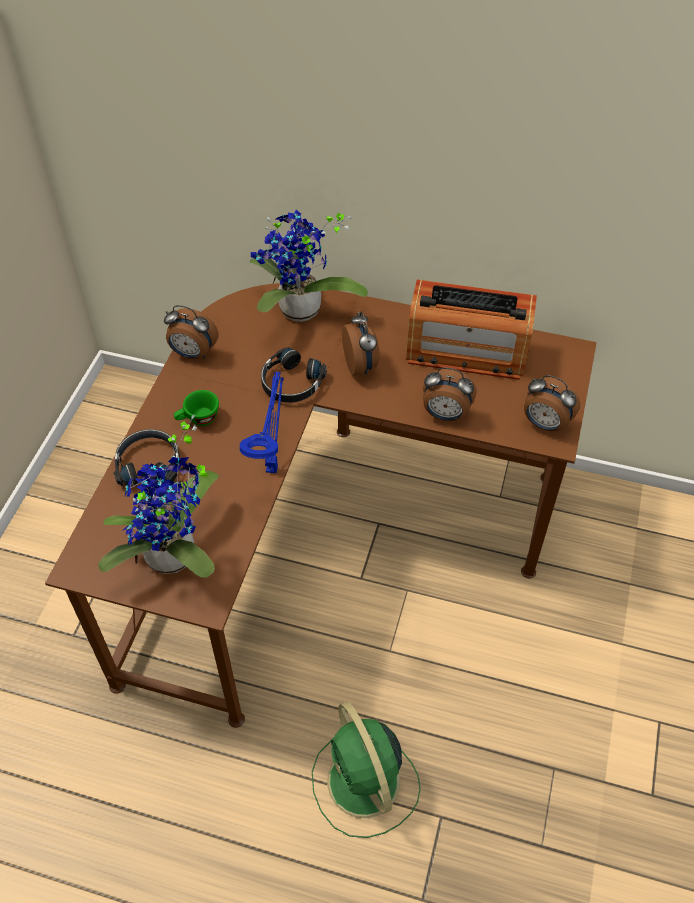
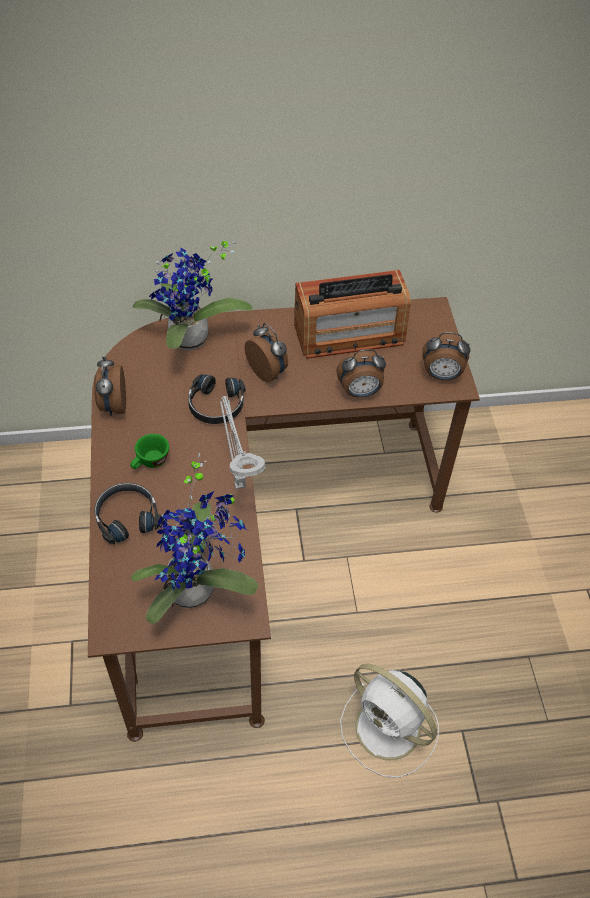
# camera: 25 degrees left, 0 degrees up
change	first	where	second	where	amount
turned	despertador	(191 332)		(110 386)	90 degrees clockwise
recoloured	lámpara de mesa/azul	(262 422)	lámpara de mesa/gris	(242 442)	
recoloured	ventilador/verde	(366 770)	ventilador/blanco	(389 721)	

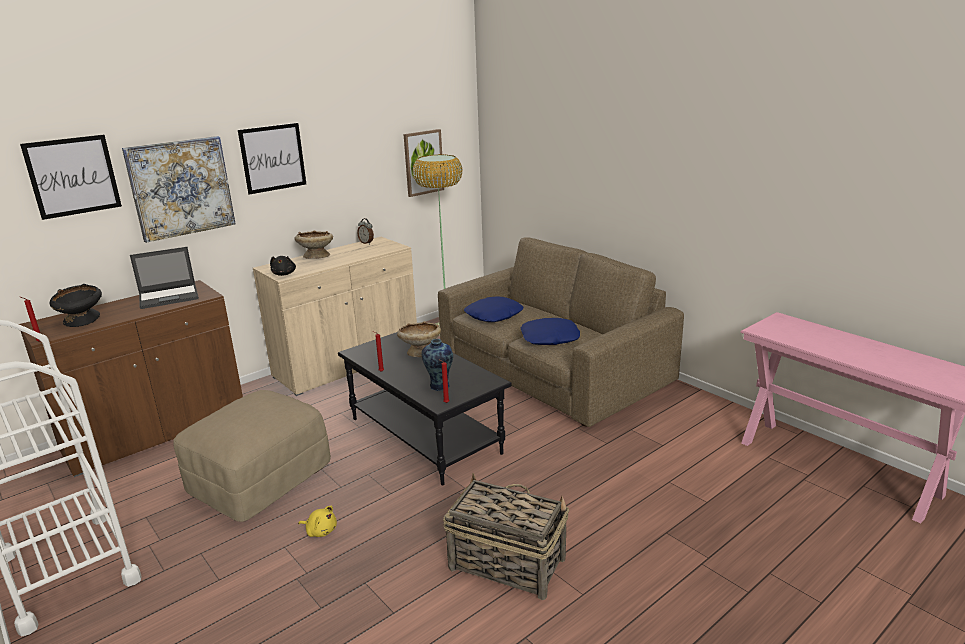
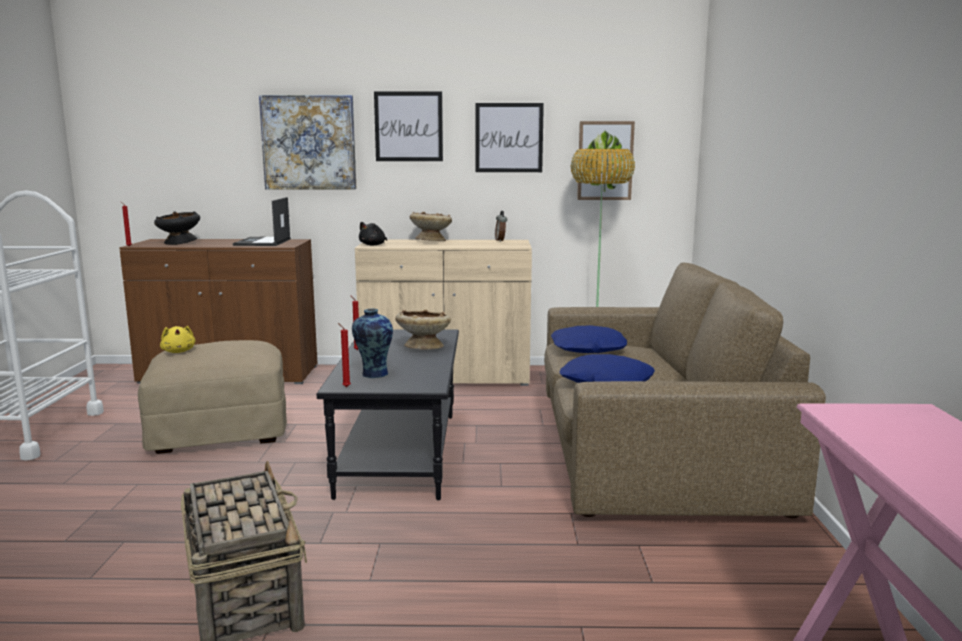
# camera: 40 degrees right, 10 degrees down
change	first	where	second	where	amount
moved	cuadro	(71 177)		(509 137)	
turned	portátil	(164 278)		(262 221)	75 degrees clockwise
moved	peluche/amarillo	(317 521)		(177 339)	

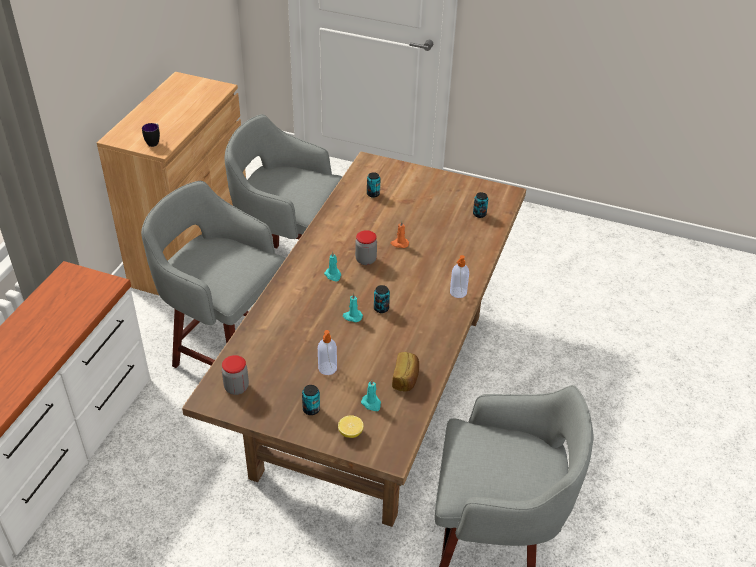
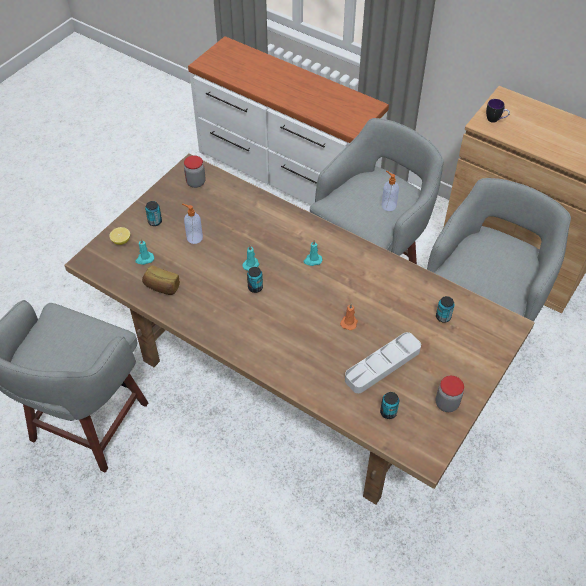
# camera: 105 degrees right, 10 degrees up
change	first	where	second	where	amount
moved	tarro	(366 247)		(450 394)	
moved	dispensador de jabón	(459 276)		(390 191)	
added			bandeja/gris	(383 362)	

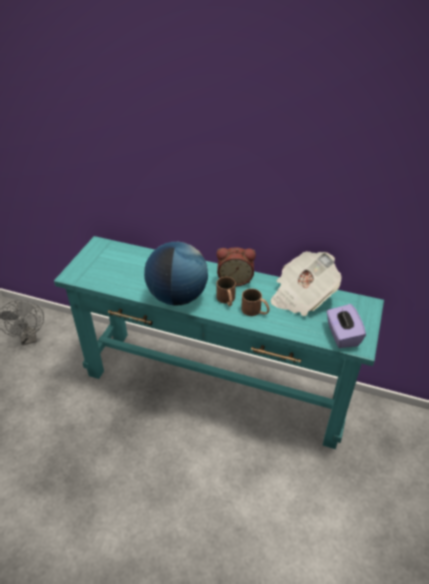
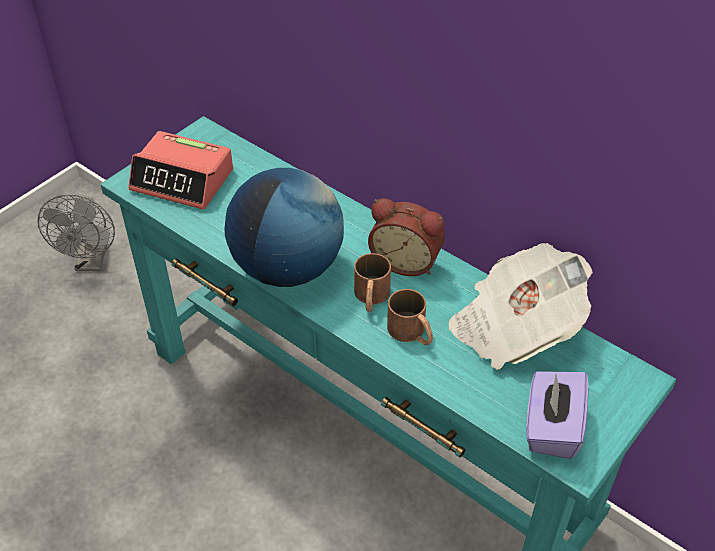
# camera: 20 degrees right, 5 degrees up
change	first	where	second	where	amount
added			despertador	(180 170)	

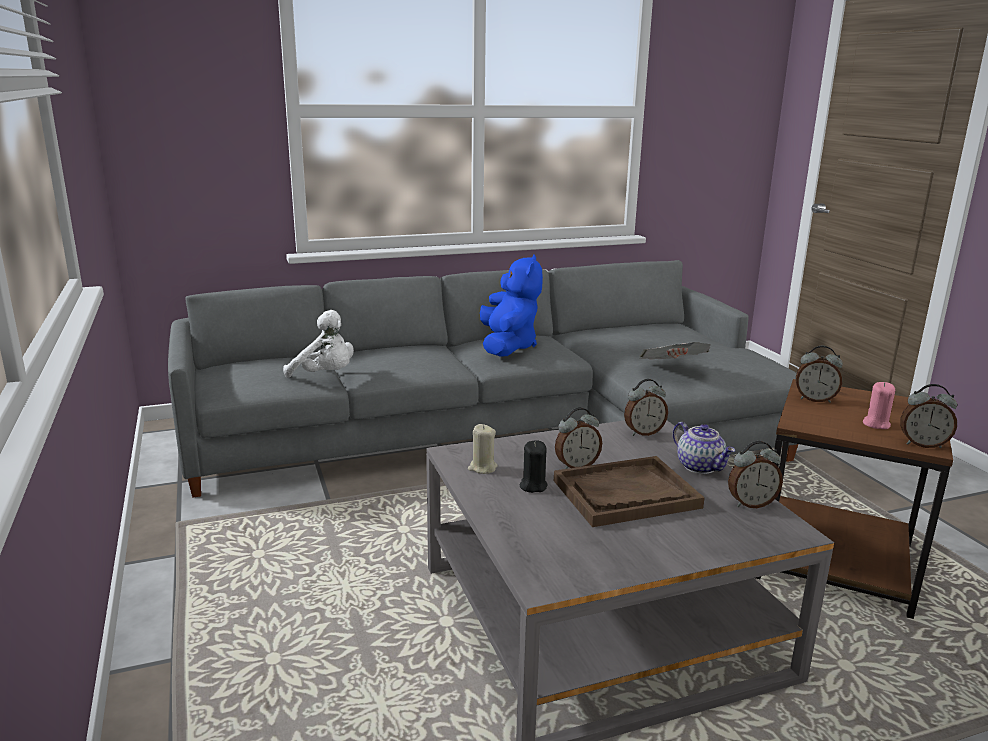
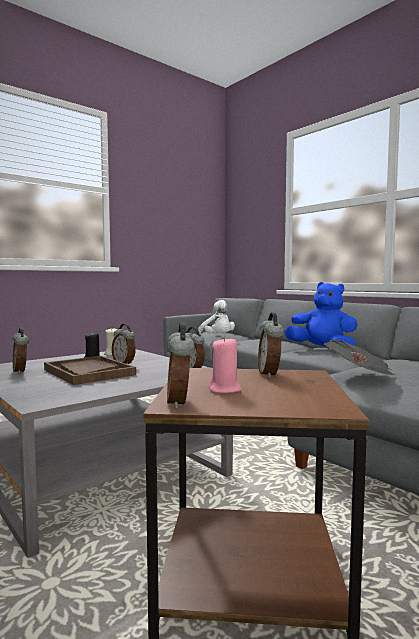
# camera: 70 degrees right, 15 degrees down
change	first	where	second	where	amount
turned	peluche/azul	(511 305)		(321 314)	120 degrees counterclockwise
turned	peluche/blanco	(318 344)		(216 317)	45 degrees counterclockwise
removed	tetera	(704 448)			
moved	despertador	(755 474)		(20 351)	

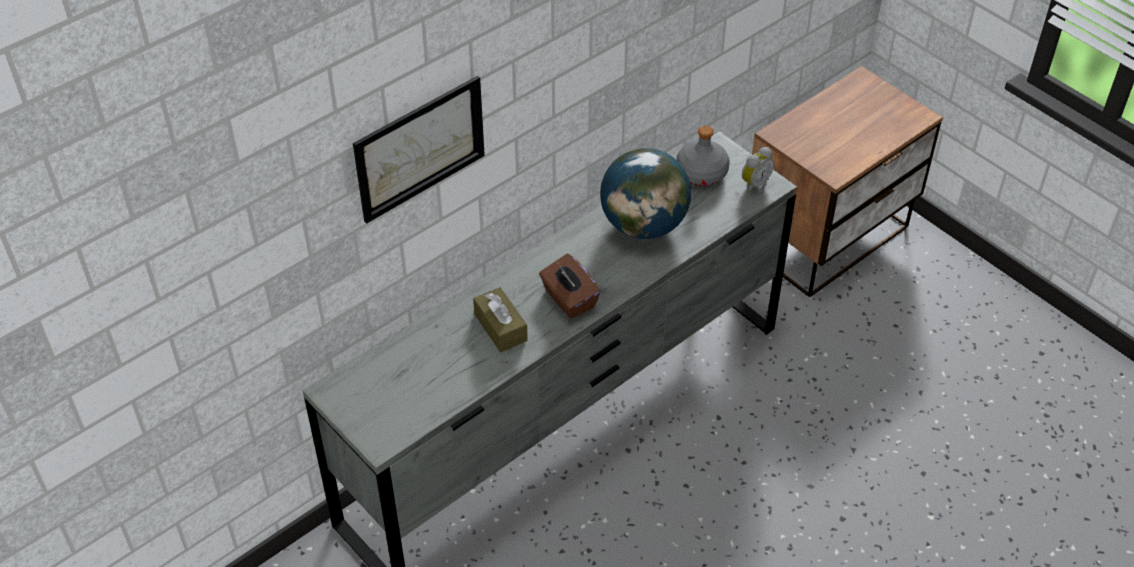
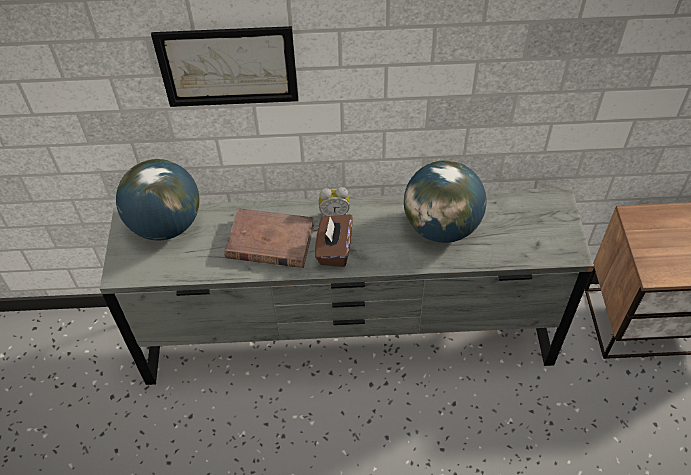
# camera: 40 degrees right, 5 degrees up
change	first	where	second	where	amount
removed	botella/gris	(703 156)			
moved	despertador	(758 170)		(334 202)	
replaced	caja de pañuelos/marrón	(500 319)	libro/marrón	(269 238)	
added			globo terráqueo	(158 200)	

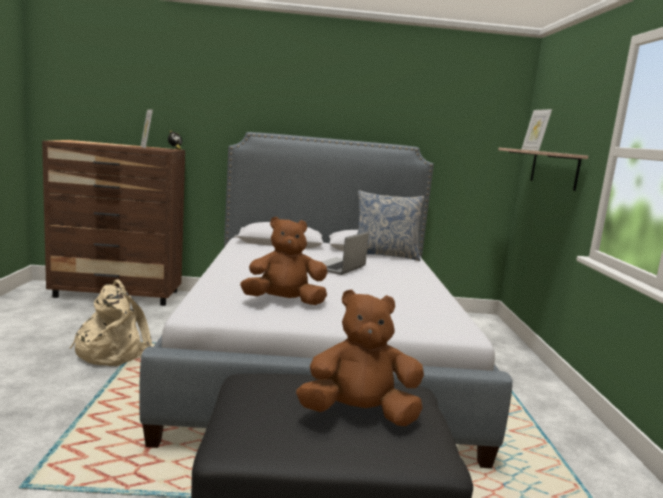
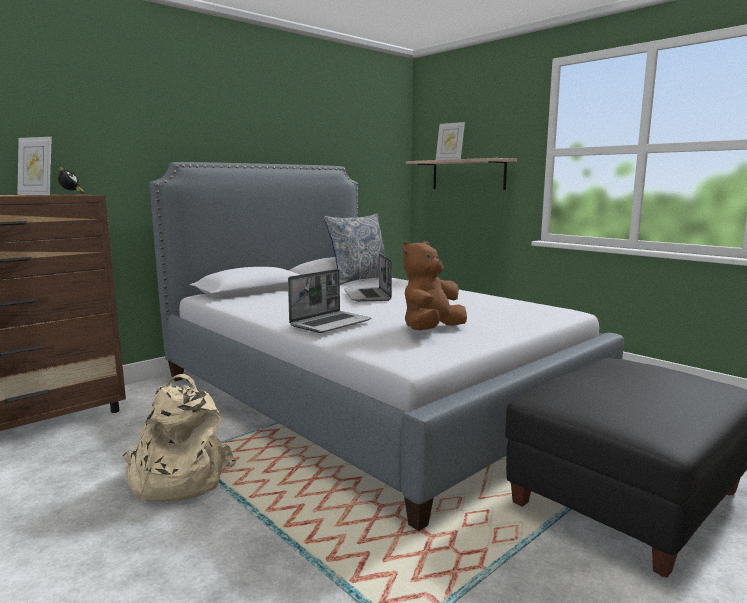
# camera: 40 degrees left, 0 degrees up
change	first	where	second	where	amount
removed	peluche/marrón	(360 358)			
added			portátil	(330 301)	

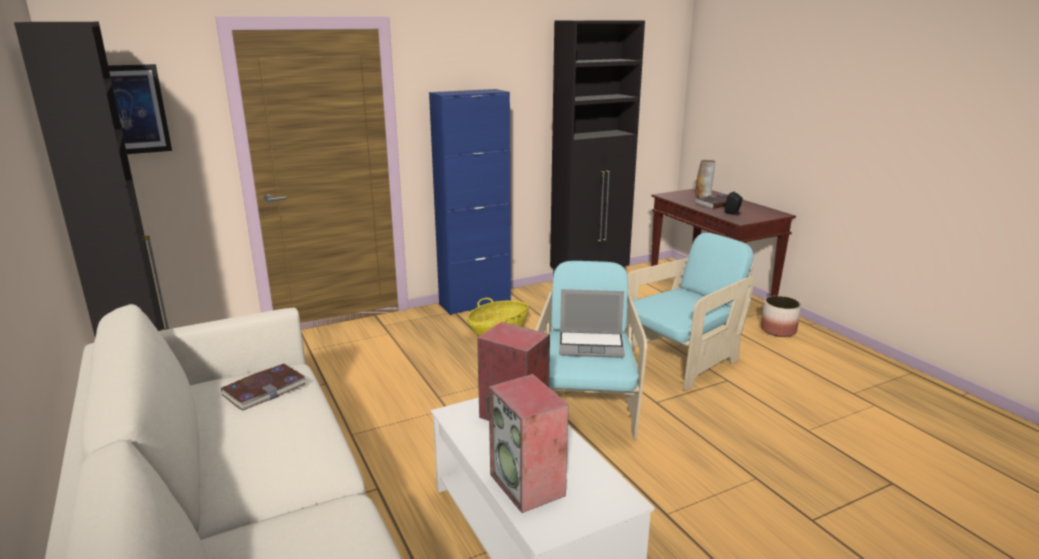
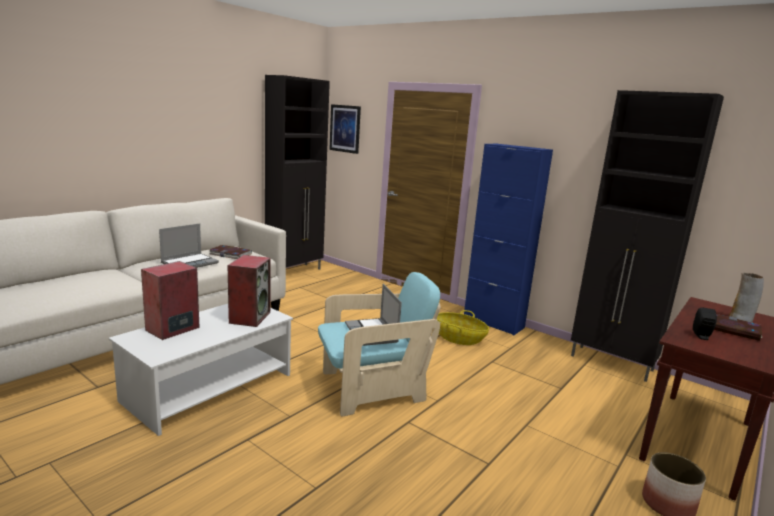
# camera: 65 degrees right, 5 degrees down
change	first	where	second	where	amount
removed	sillón/turquesa	(691 311)			
added			portátil	(189 245)	

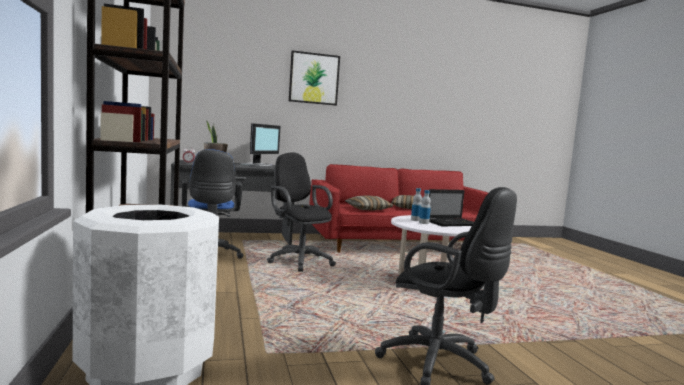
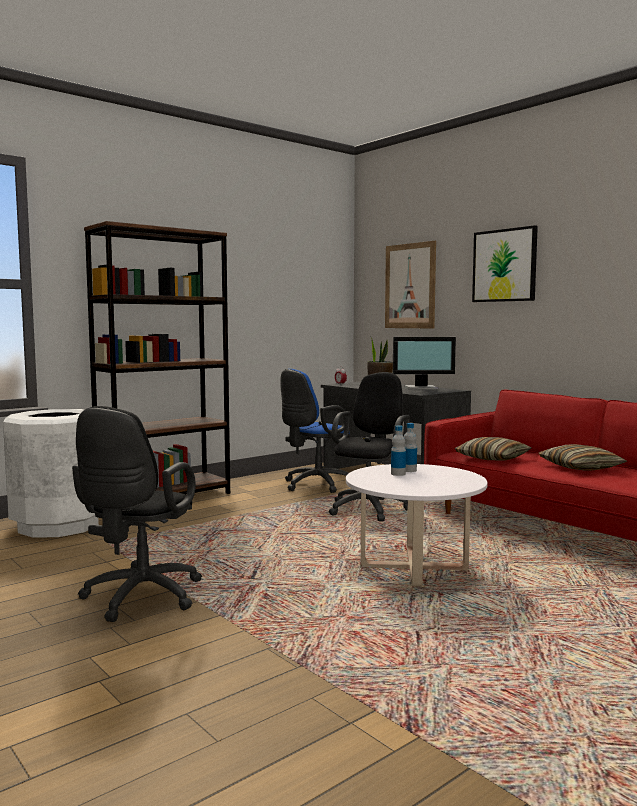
# camera: 65 degrees right, 0 degrees up
change	first	where	second	where	amount
removed	portátil	(451 207)			
added			cuadro	(410 285)	

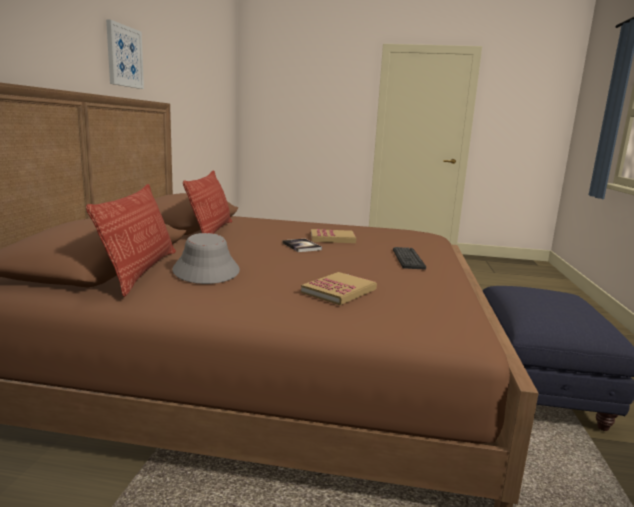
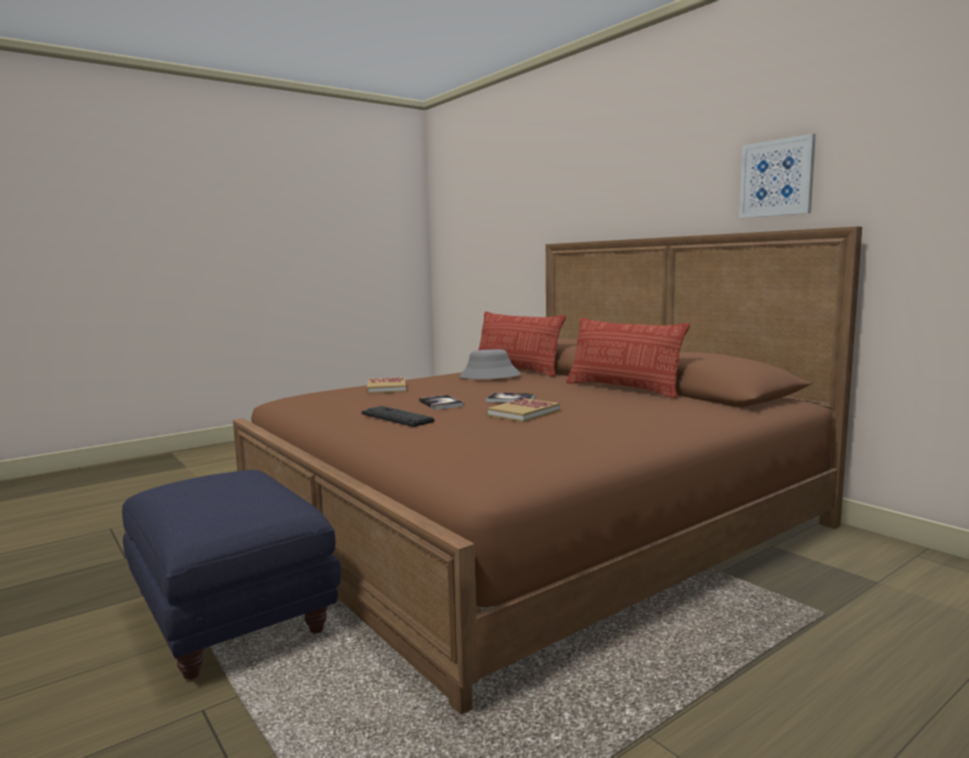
# camera: 135 degrees right, 5 degrees down
change	first	where	second	where	amount
added			libro	(441 402)	

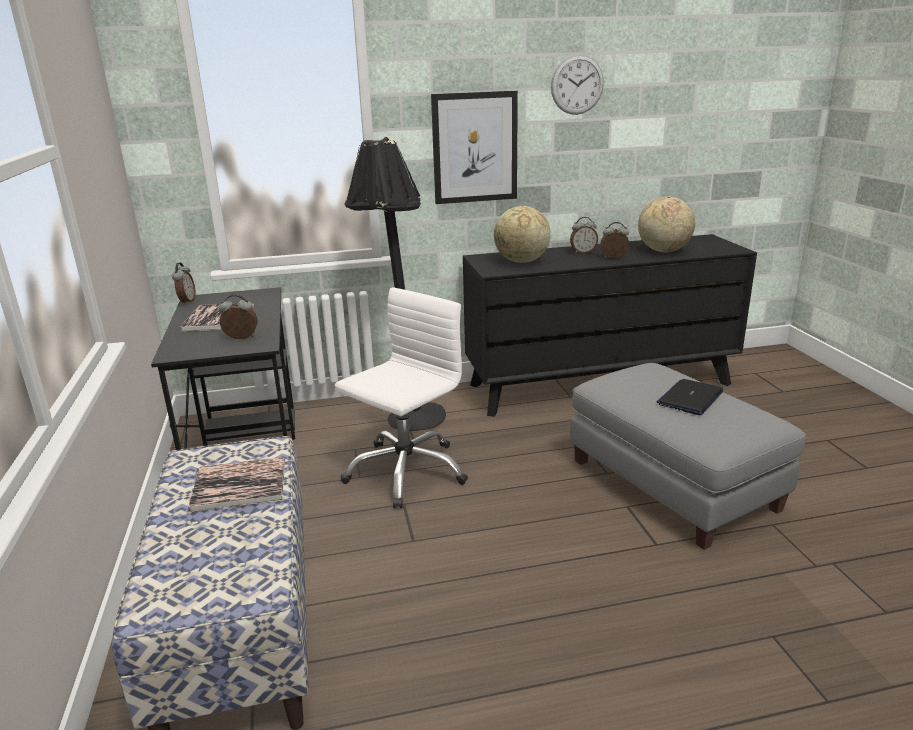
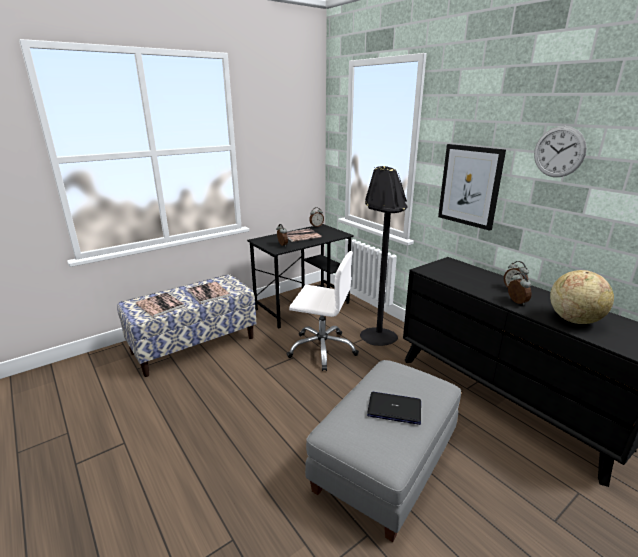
# camera: 65 degrees right, 0 degrees up
change	first	where	second	where	amount
removed	globo terráqueo	(522 234)			
added			libro	(160 304)	

